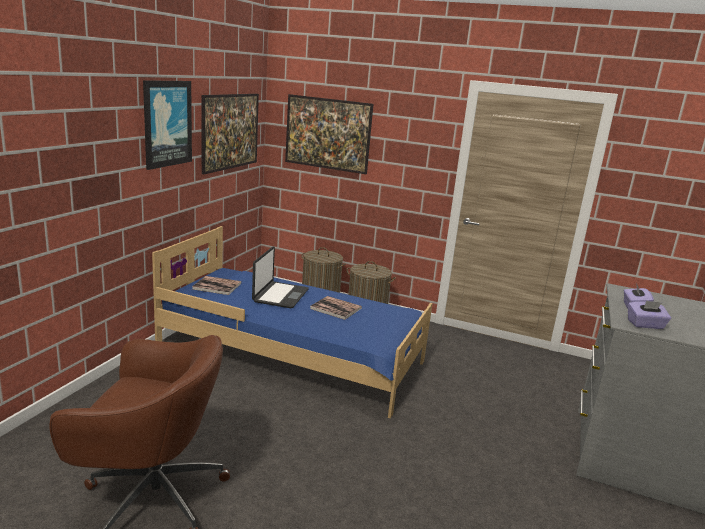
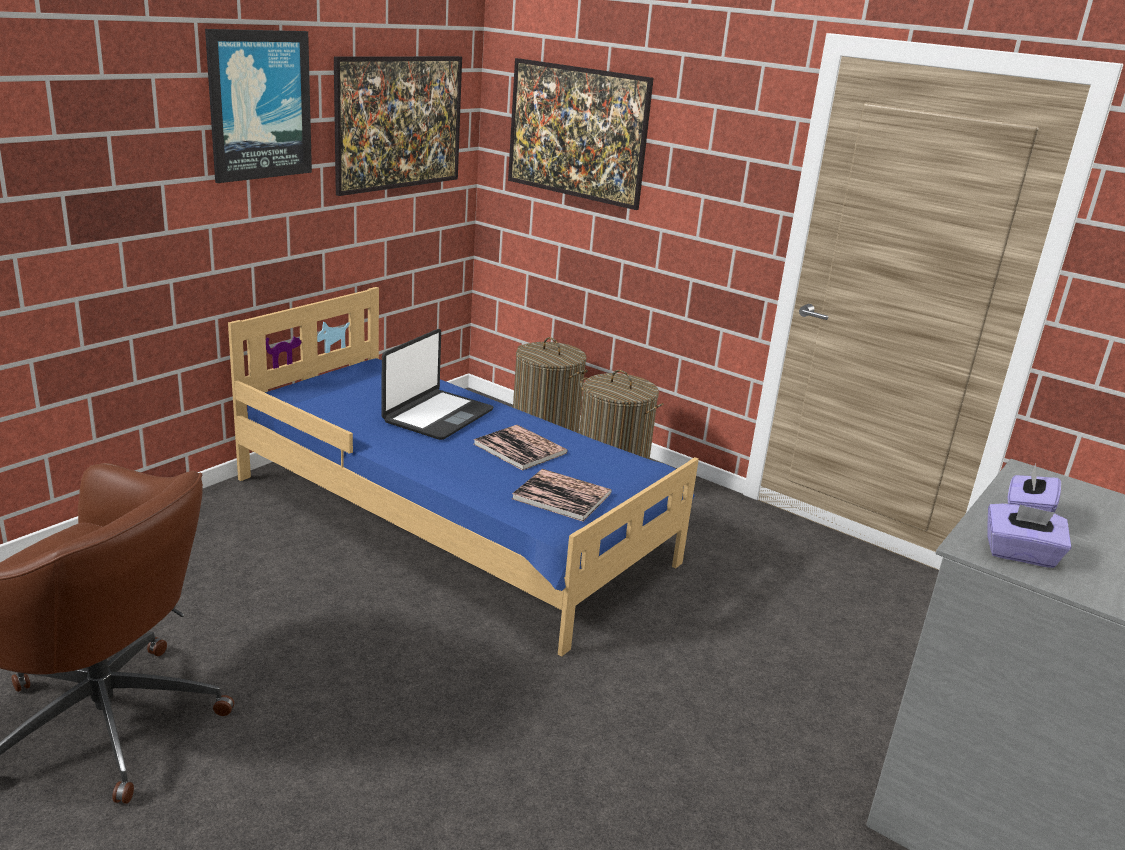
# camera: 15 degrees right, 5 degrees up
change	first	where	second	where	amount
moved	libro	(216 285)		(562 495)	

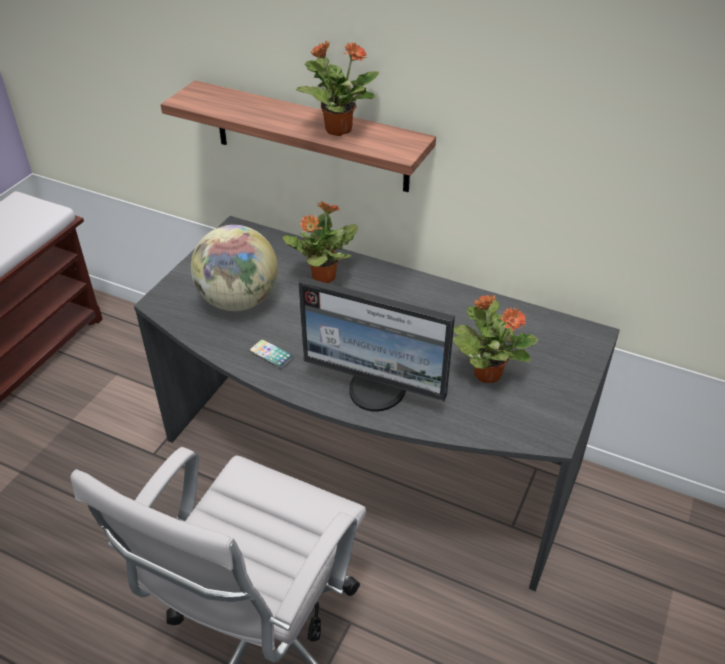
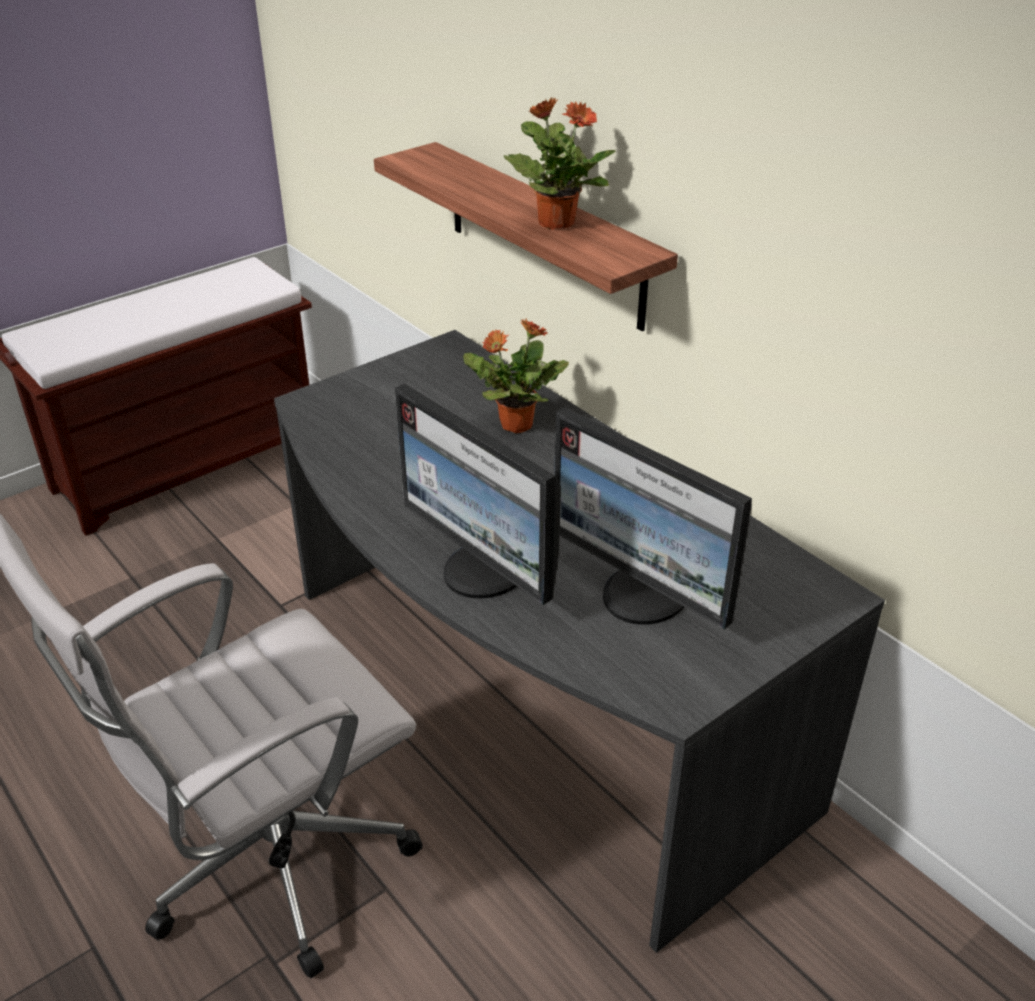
# camera: 25 degrees right, 5 degrees down
change	first	where	second	where	amount
removed	globo terráqueo	(234 268)			
replaced	planta en maceta	(495 339)	monitor	(653 518)	
removed	móvil	(271 353)			

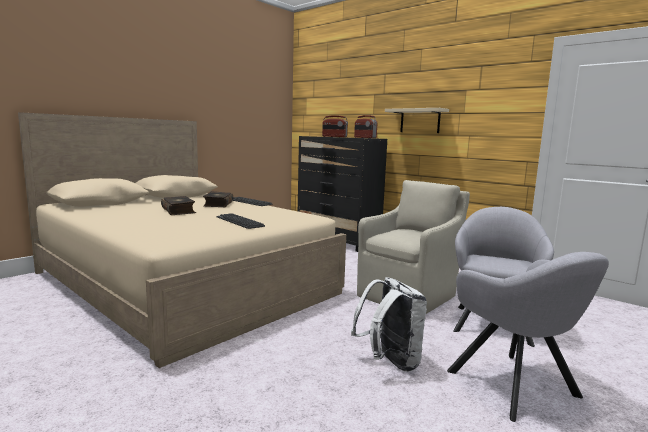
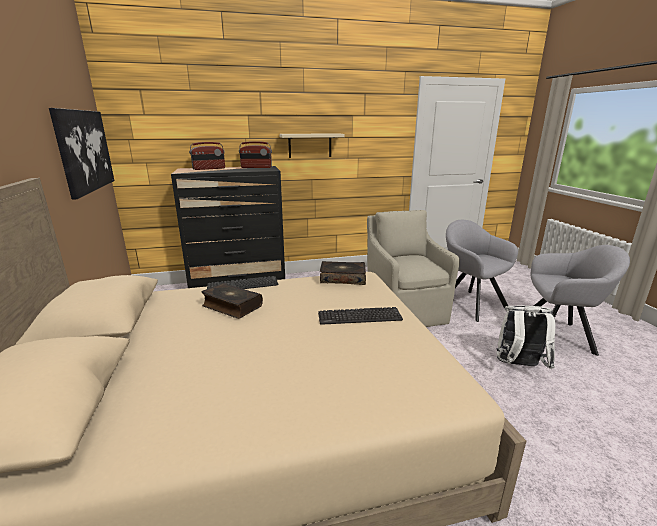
# camera: 55 degrees left, 10 degrees up
change	first	where	second	where	amount
moved	libro	(178 205)		(343 273)	
added			cuadro	(82 154)	

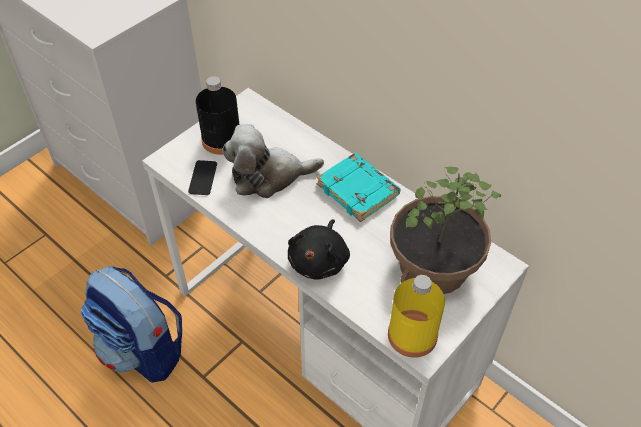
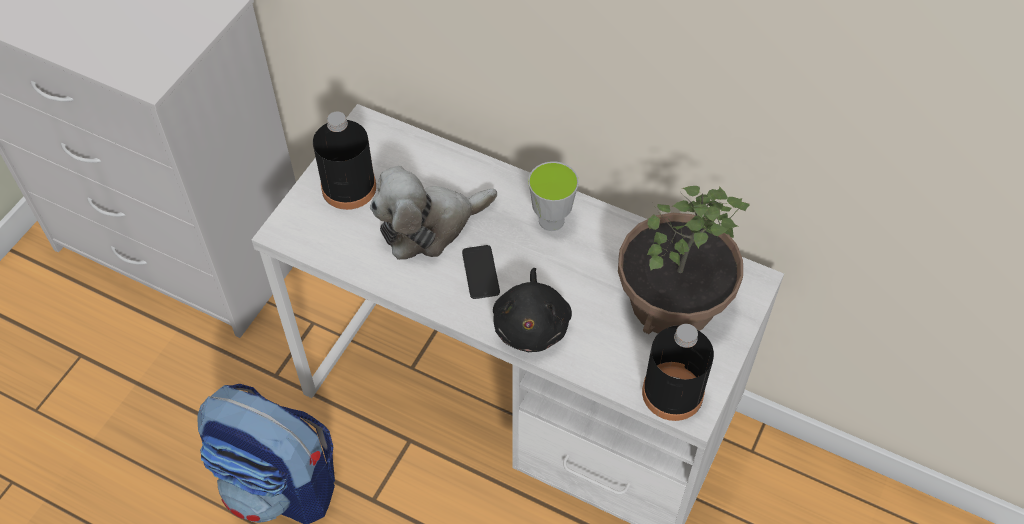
# camera: 15 degrees left, 5 degrees up
change	first	where	second	where	amount
replaced	libro/turquesa	(359 187)	taza	(553 196)	
moved	móvil	(202 177)		(481 272)	
recoloured	botella/amarillo	(416 316)	botella/negro	(678 372)	

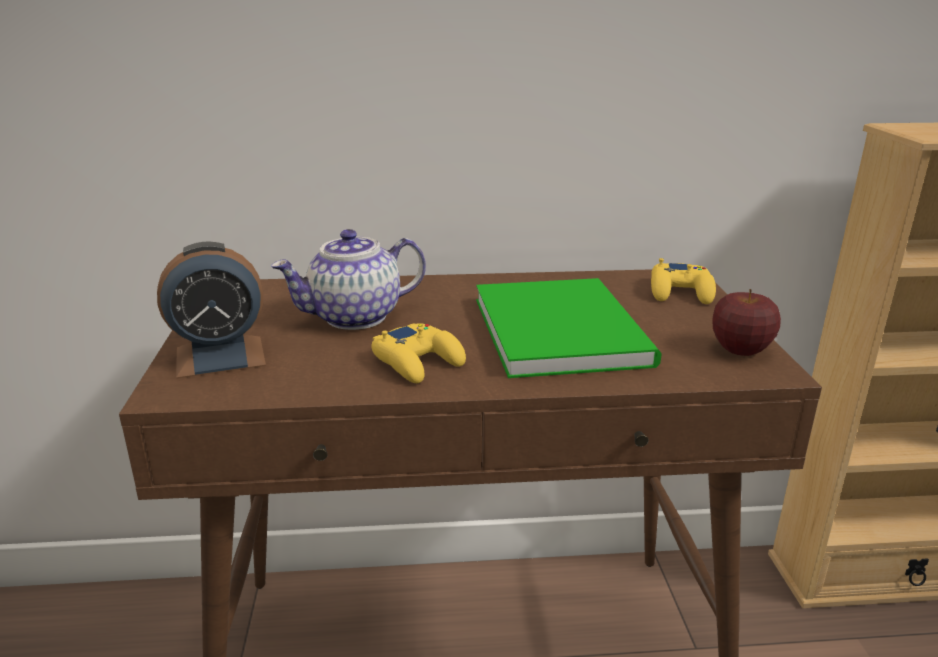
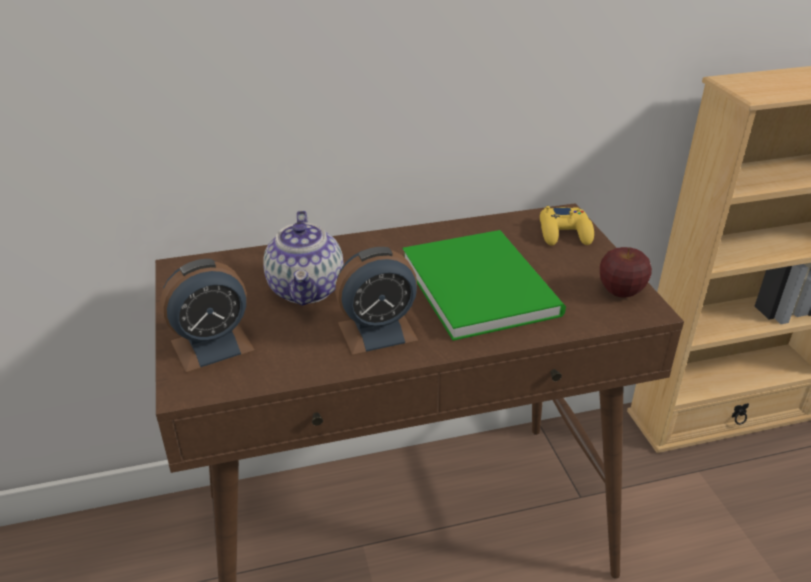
# camera: 10 degrees left, 10 degrees up
change	first	where	second	where	amount
turned	tetera	(348 279)		(303 258)	60 degrees counterclockwise
replaced	mando de consola/amarillo	(418 353)	despertador	(376 301)	

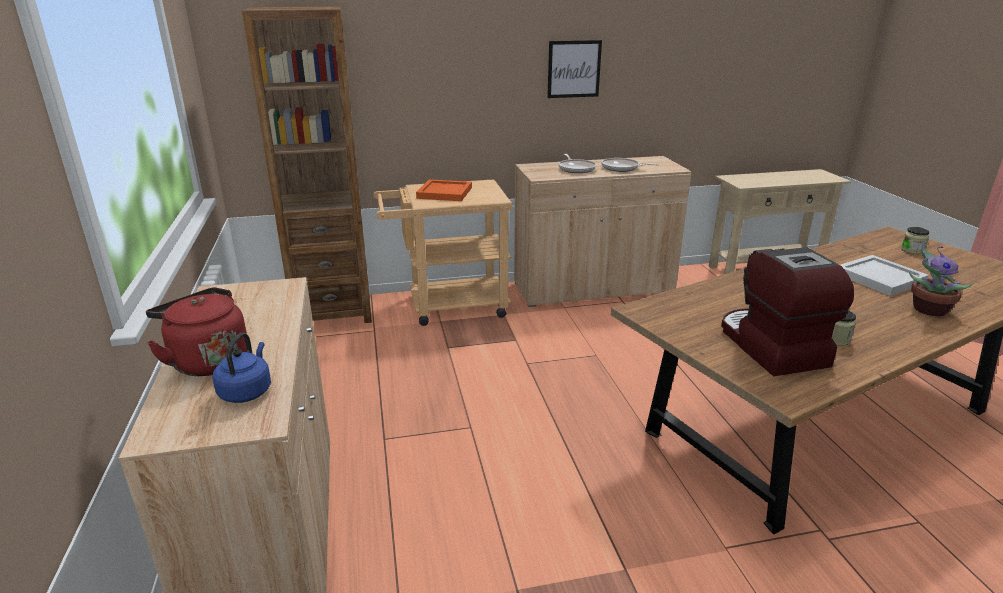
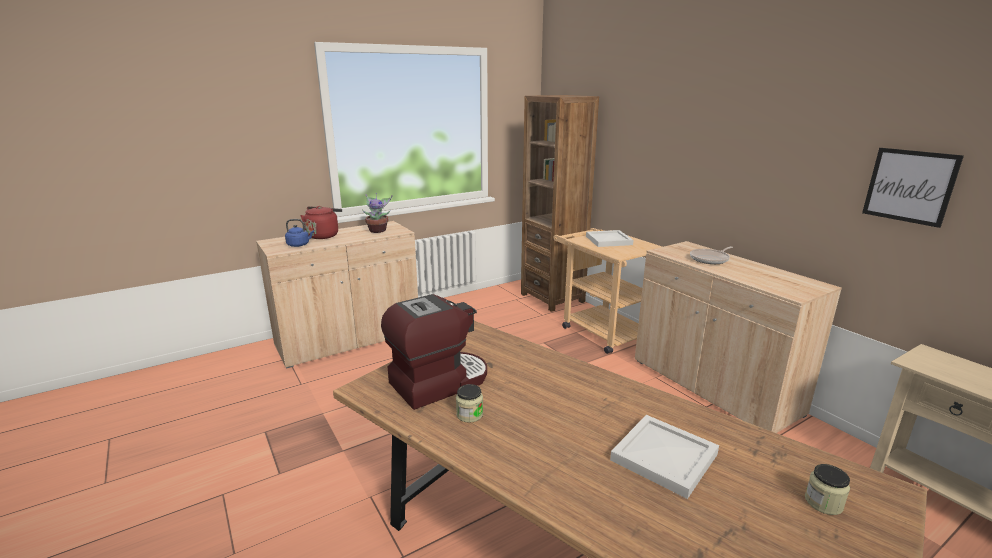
# camera: 70 degrees right, 5 degrees down
change	first	where	second	where	amount
moved	cuadro	(574 69)		(913 188)	
removed	sartén	(630 165)			
recoloured	bandeja/naranja	(444 190)	bandeja/blanco	(610 238)	
moved	planta en maceta	(941 278)		(377 213)	

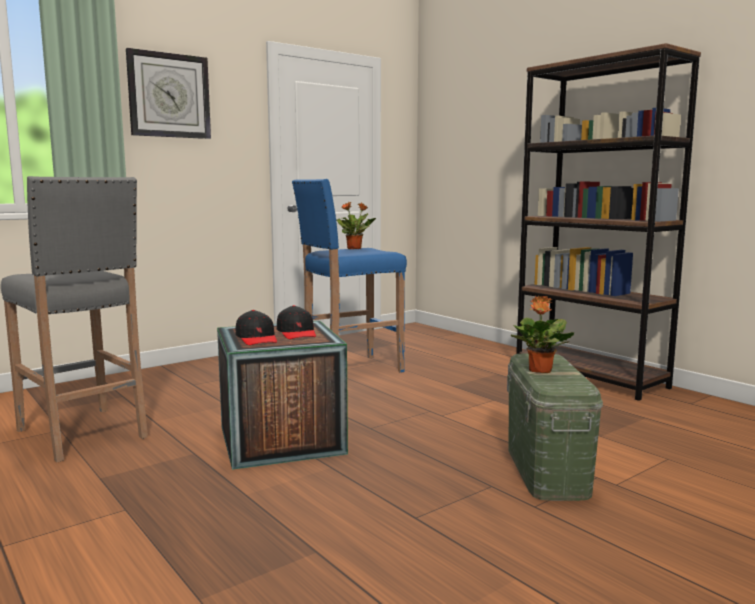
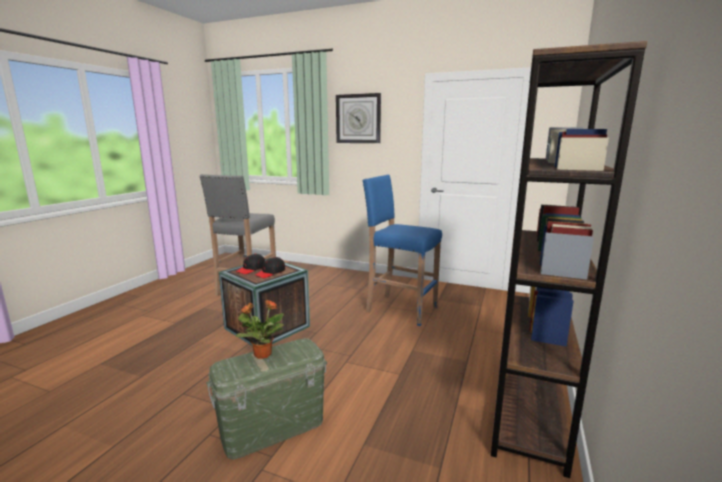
# camera: 60 degrees right, 5 degrees up
change	first	where	second	where	amount
removed	planta en maceta	(356 225)			

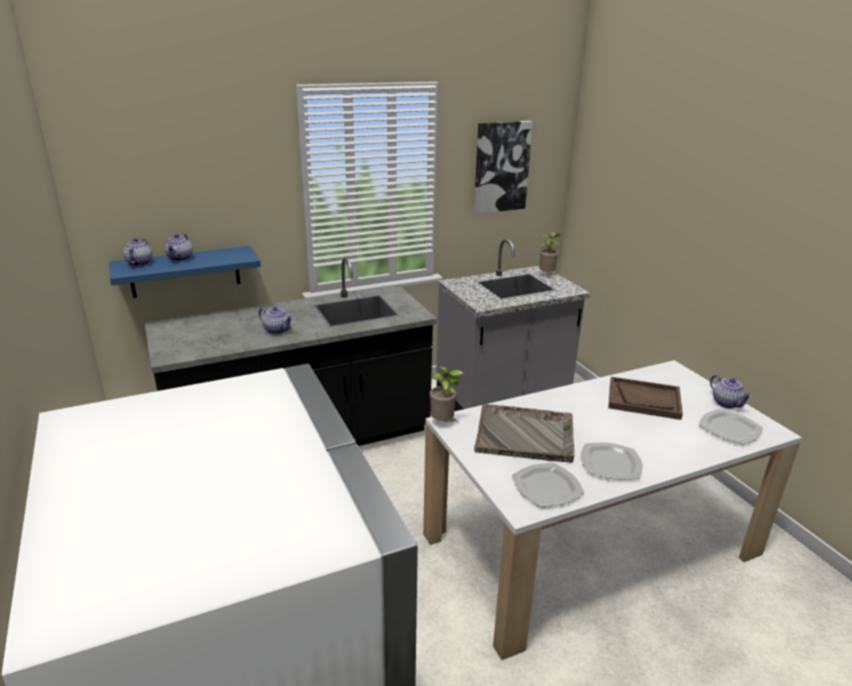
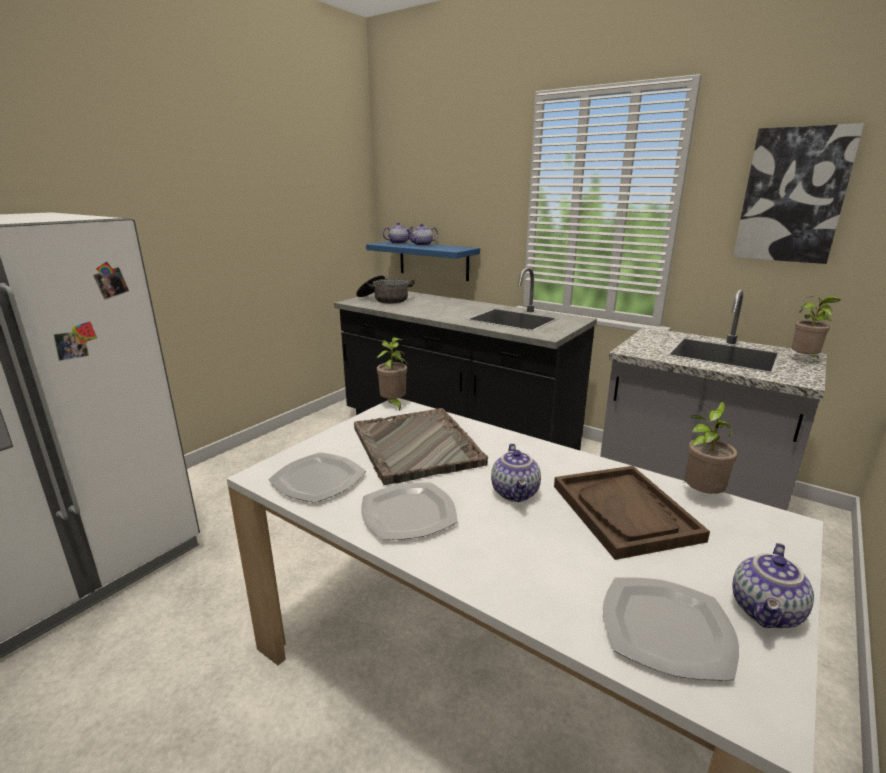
# camera: 60 degrees right, 5 degrees down
change	first	where	second	where	amount
moved	tetera	(276 320)		(516 472)	
added			olla	(385 289)	
added			planta en maceta	(710 447)	

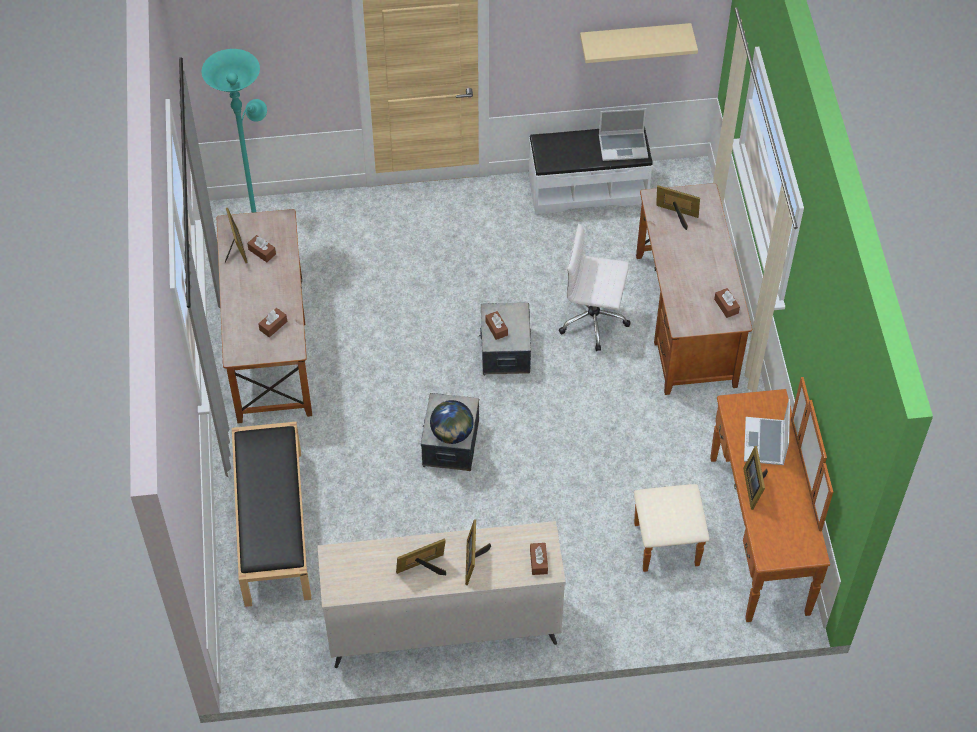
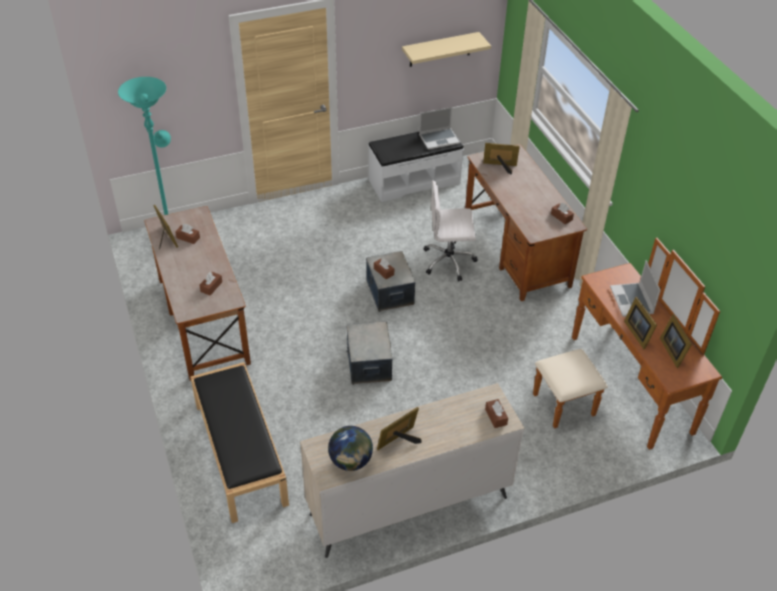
# camera: 15 degrees left, 10 degrees down
change	first	where	second	where	amount
moved	globo terráqueo	(452 422)		(350 448)	
moved	portarretratos	(478 552)		(676 341)	

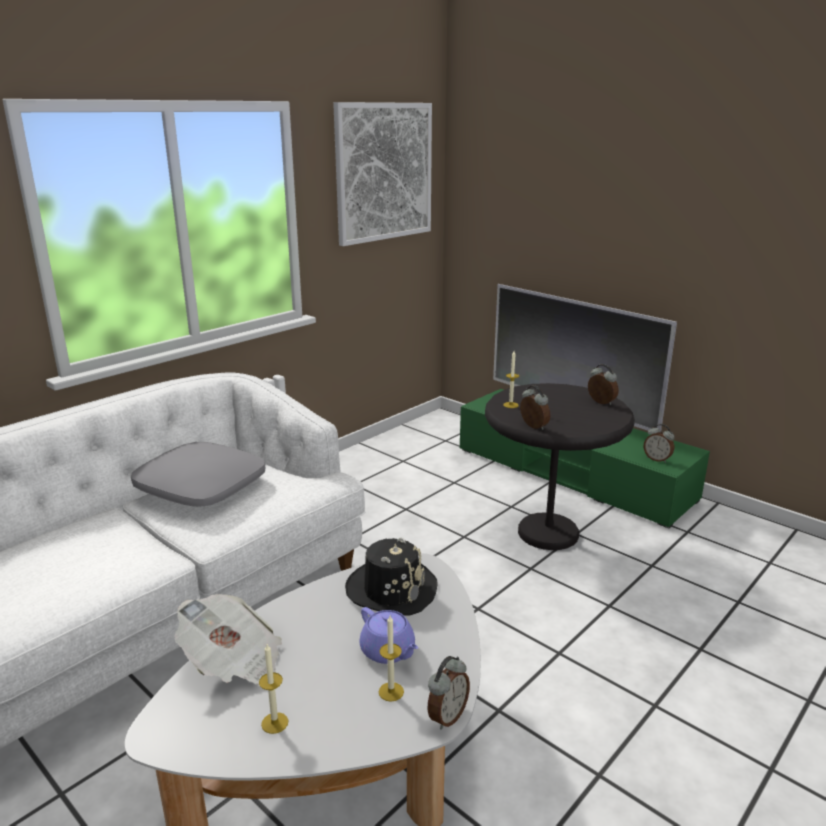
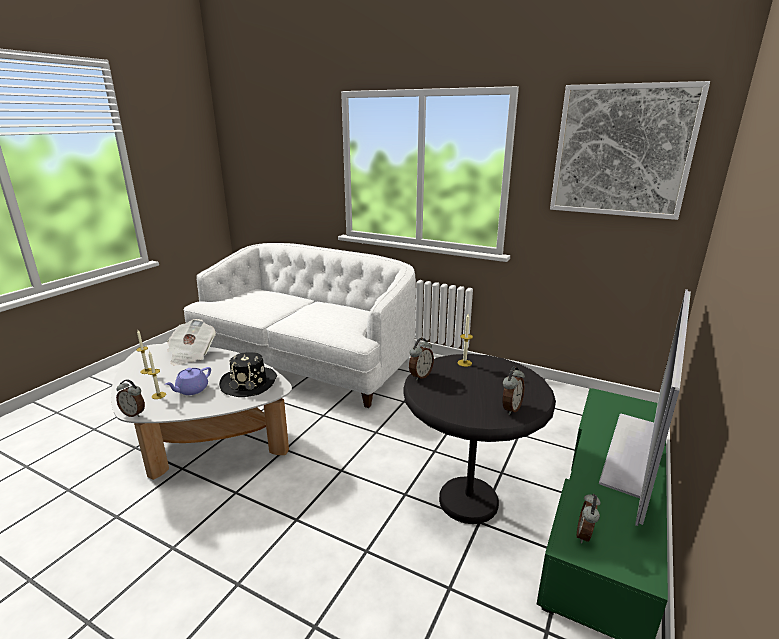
# camera: 75 degrees right, 0 degrees up
change	first	where	second	where	amount
removed	cojín/gris	(198 474)			

